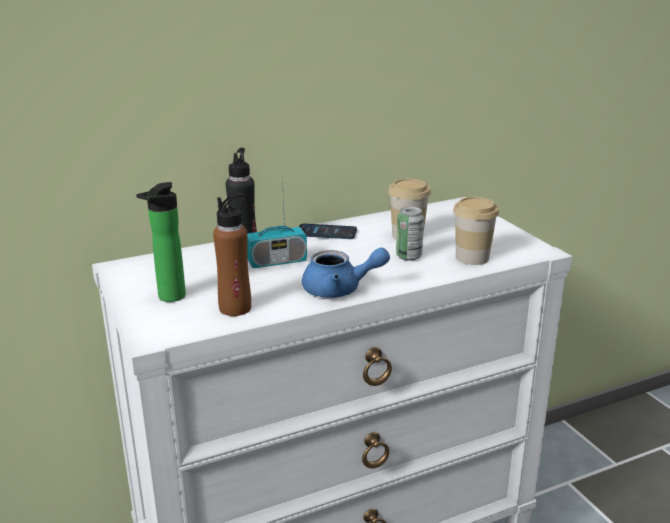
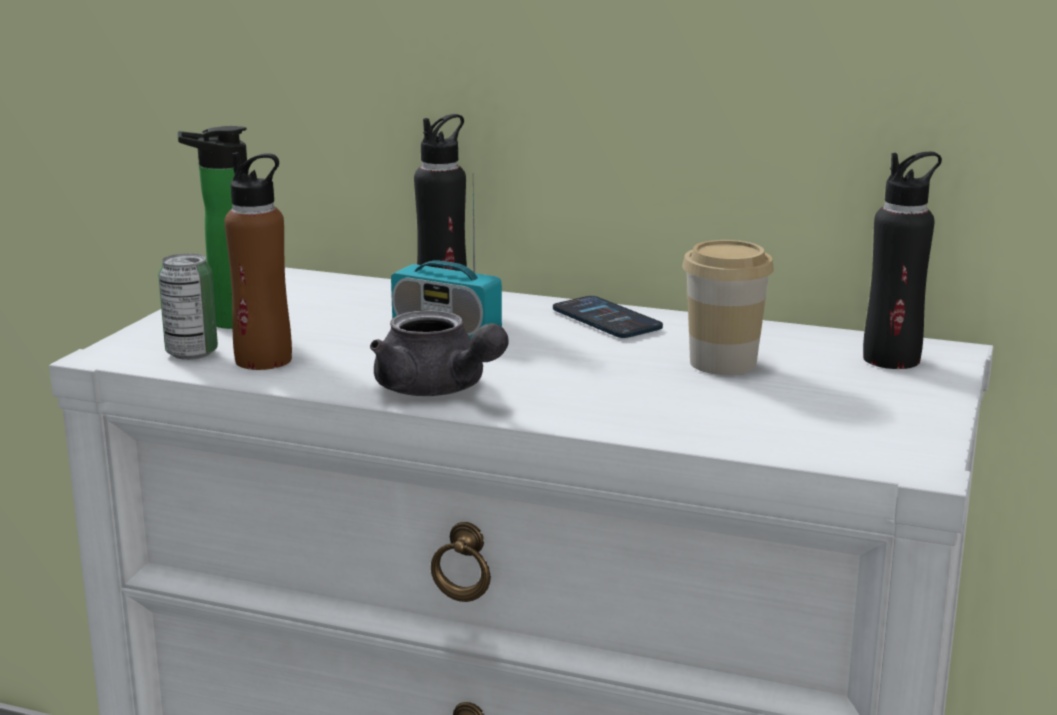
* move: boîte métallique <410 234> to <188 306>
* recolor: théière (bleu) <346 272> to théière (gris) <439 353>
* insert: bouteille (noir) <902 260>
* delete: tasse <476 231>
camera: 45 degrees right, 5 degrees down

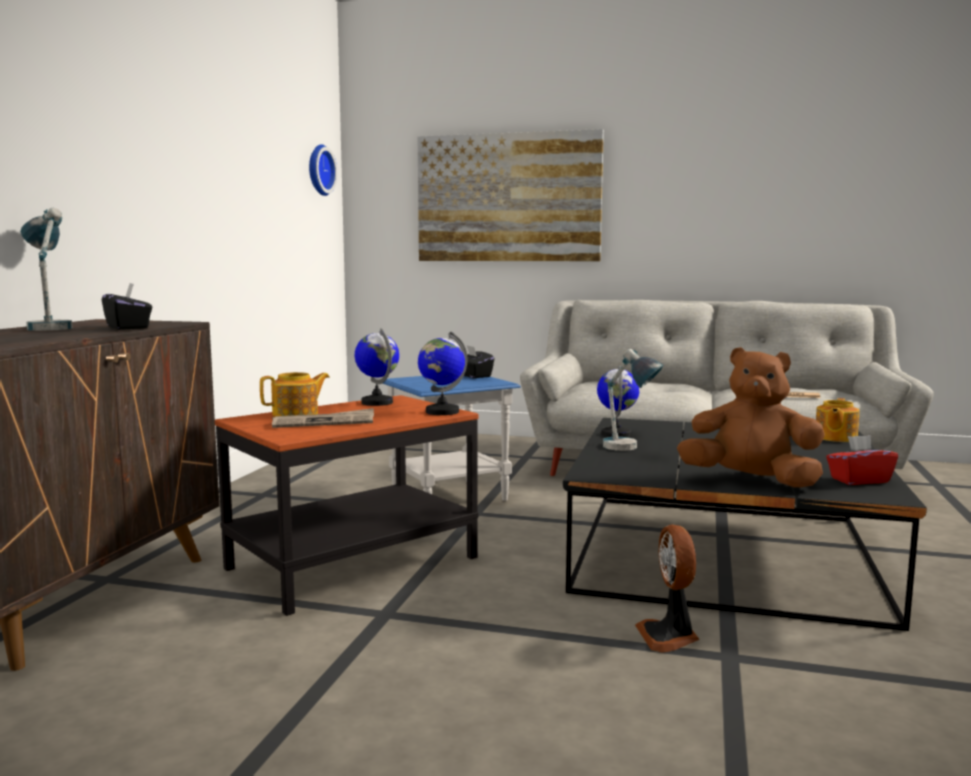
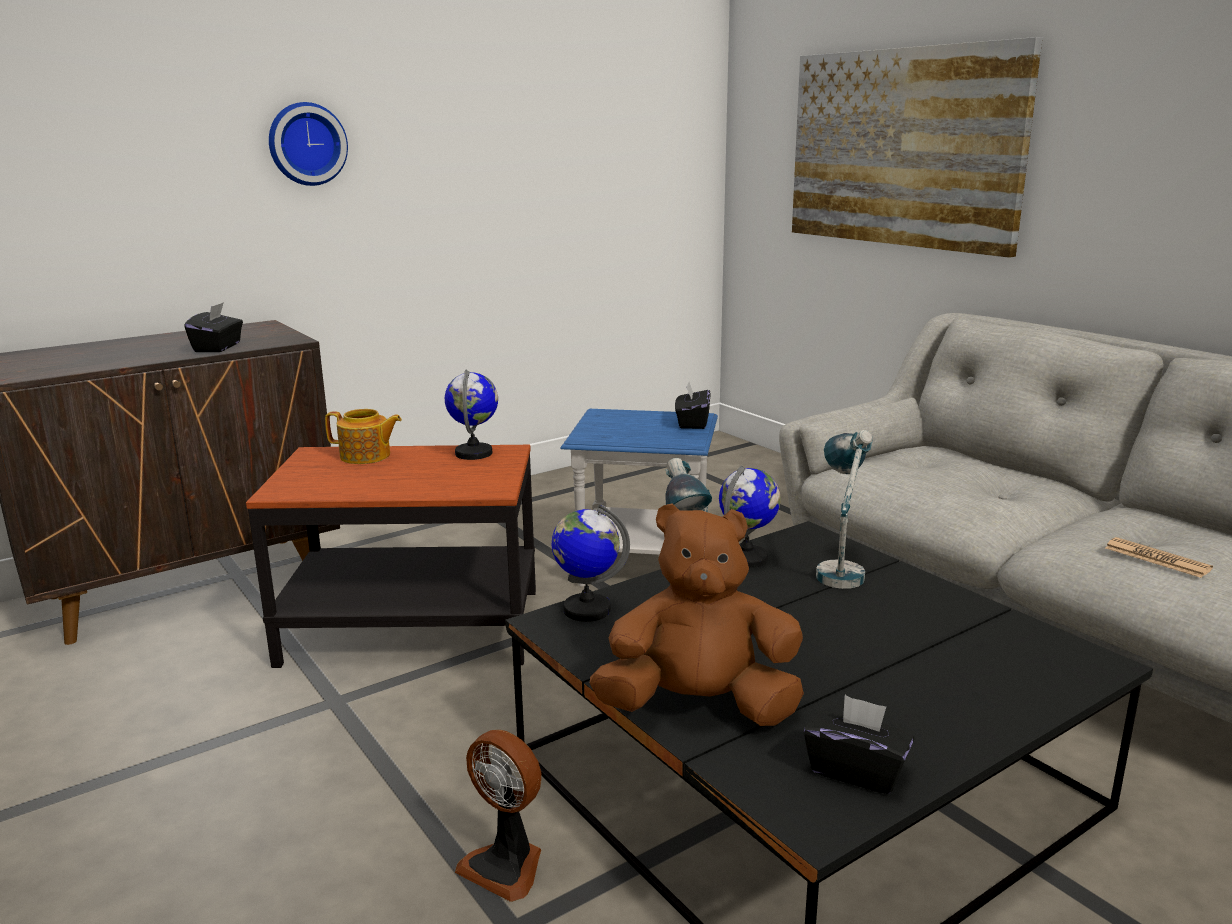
* move: horloge murale <323 170> to <308 144>
* rotate: ventilateur <667 588> = <498 816> 90 degrees counterclockwise
* move: globe <443 373> to <590 563>
* rotate: peluche (marron) <751 417> = <697 615> 60 degrees counterclockwise
* recolor: boîte à mouchoirs (rouge) <862 460> to boîte à mouchoirs (noir) <859 744>
* move: lampe de table <46 269> to <844 509>
* delete: journal <323 418>
* delete: théière <837 420>
camera: 40 degrees right, 10 degrees up

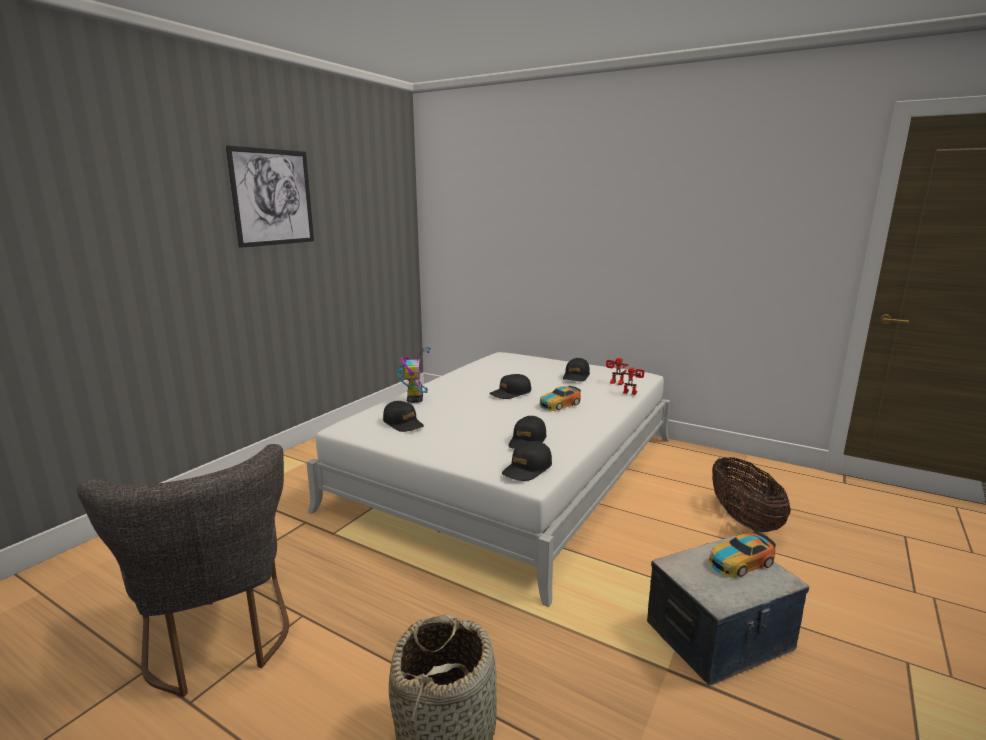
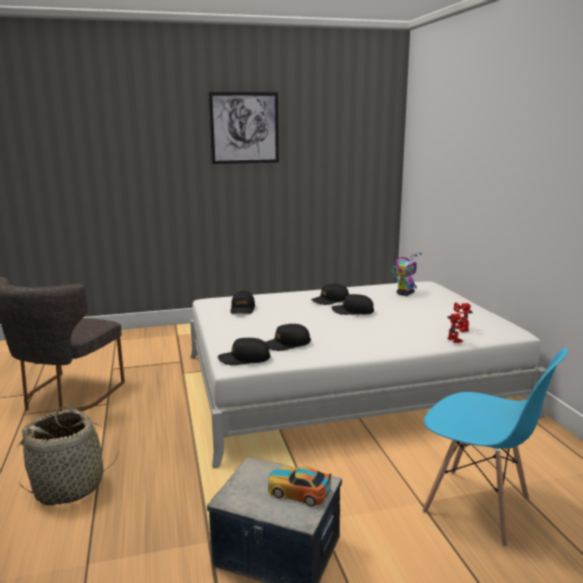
* move: casquette (noir) <576 370> to <330 294>
* move: robot jouet <414 375> to <407 274>
* replace: panier <751 494> to chaise (bleu) <495 447>
* delete: petite voiture <560 398>
camera: 45 degrees right, 0 degrees up

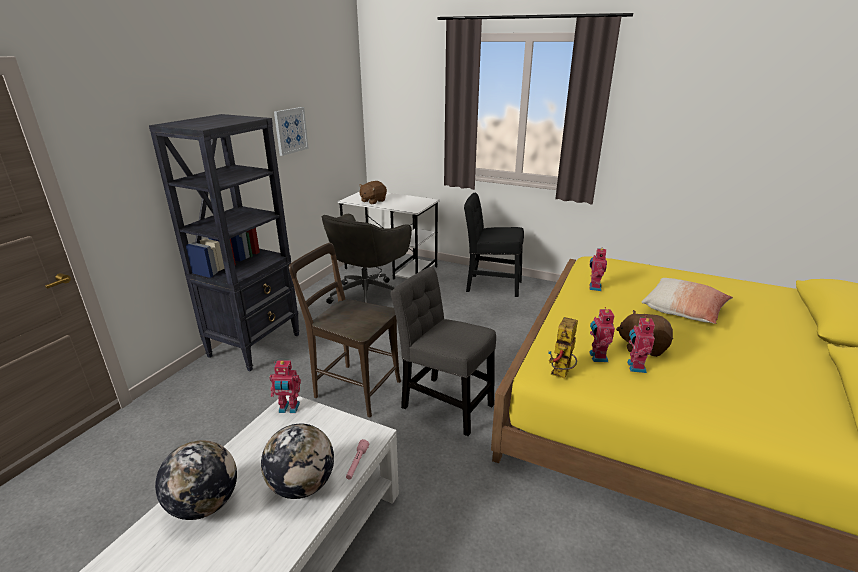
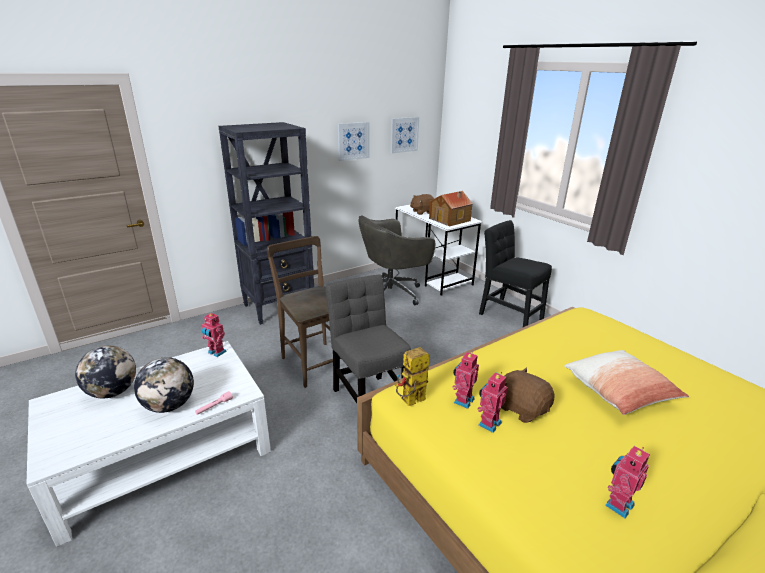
* insert: tableau <404 135>
* insert: maison miniature <451 208>
* move: robot jouet <598 269> to <627 482>
camera: 30 degrees right, 0 degrees up

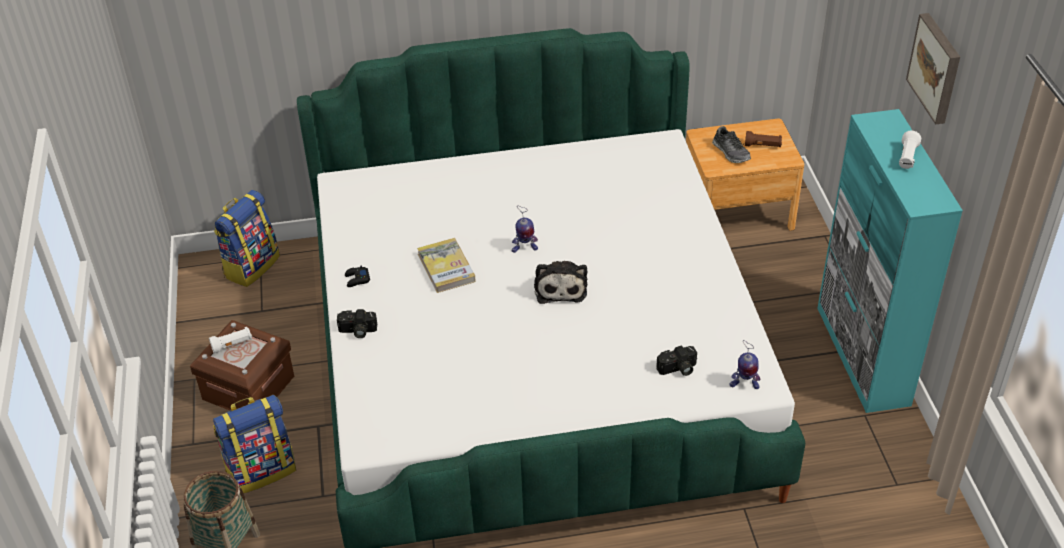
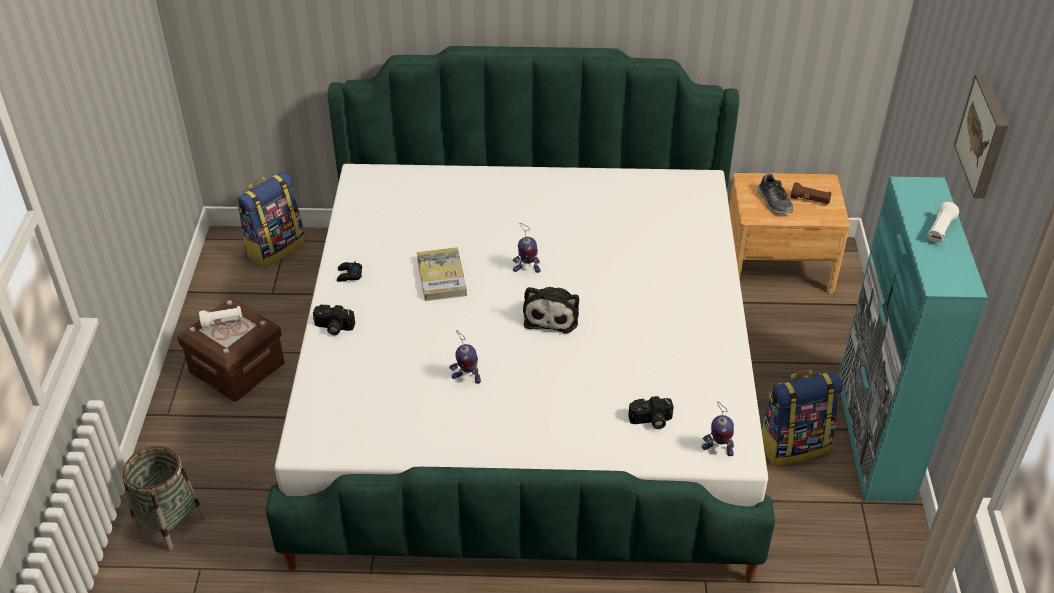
* insert: robot jouet <465 357>
* move: sac à dos <254 444> to <802 418>
camera: 10 degrees right, 0 degrees up

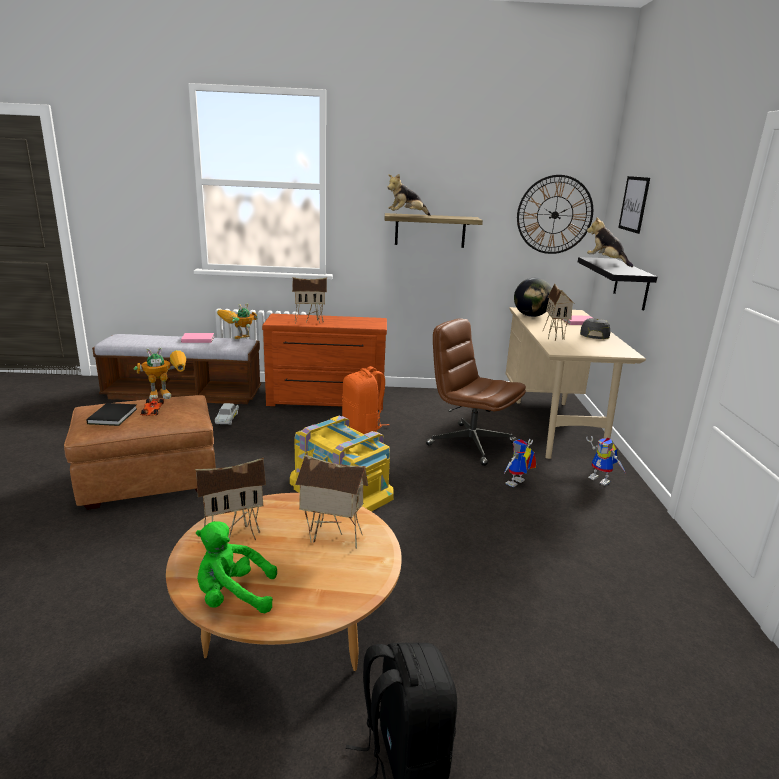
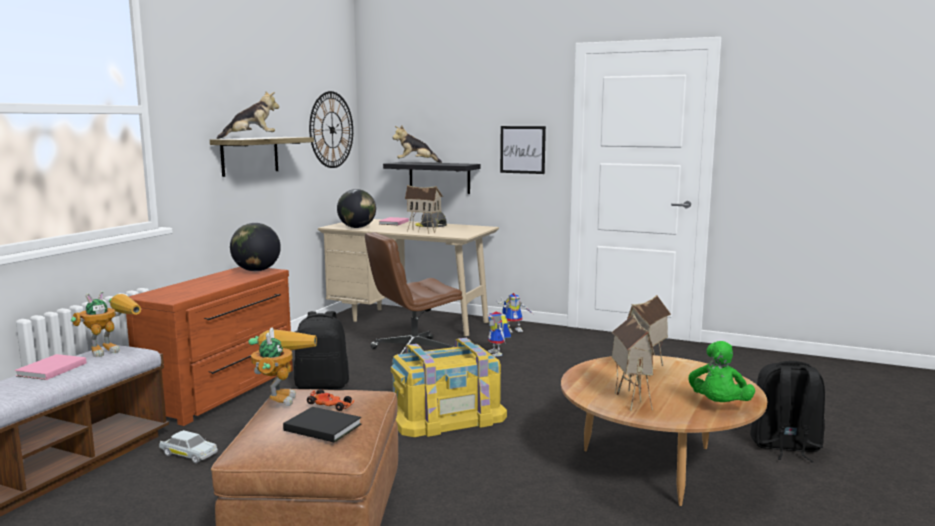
* rotate: robot jouet <237 321> = <106 324> 120 degrees counterclockwise
* rotate: peluche <409 195> = <248 115> 105 degrees counterclockwise
* insert: globe <255 247>
* recolor: sac à dos (orange) <365 400> to sac à dos (noir) <321 350>
* move: tableau <634 205> to <523 150>
* delete: maison miniature <309 300>
camera: 65 degrees left, 10 degrees down

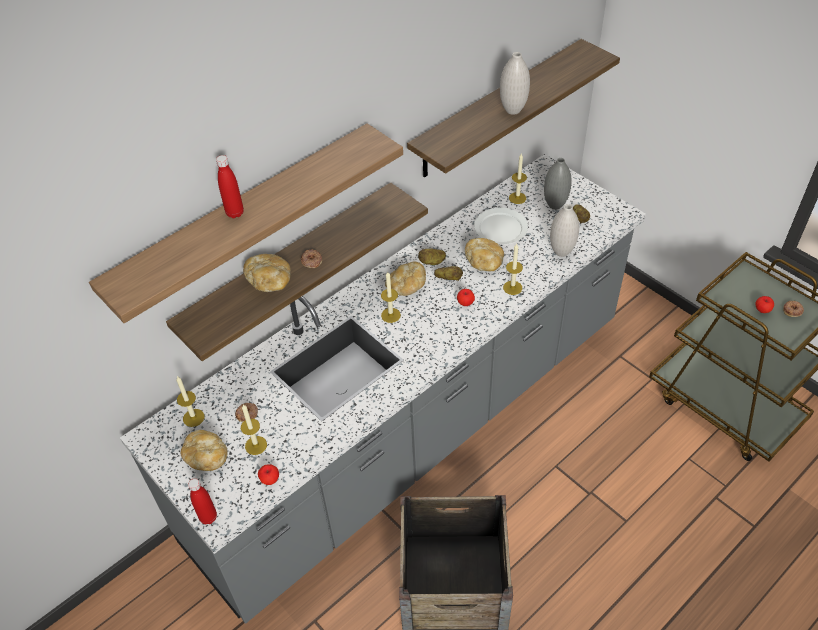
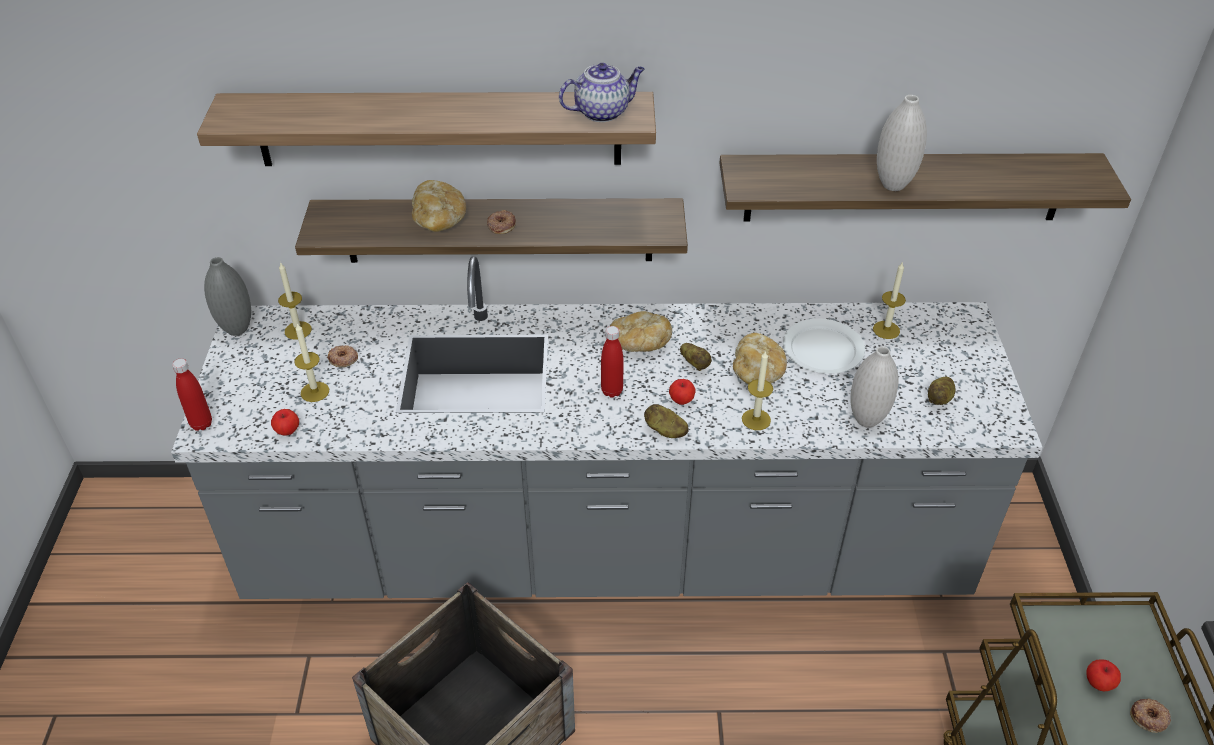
* move: vase (gris) <558 184> to <227 296>
* insert: théière <601 92>
* move: bouteille (rouge) <230 186> to <612 362>
* move: pomme de terre <432 256> to <666 421>
* delete: pain <204 450>
* delete: bougie <391 297>
camera: 40 degrees right, 5 degrees down

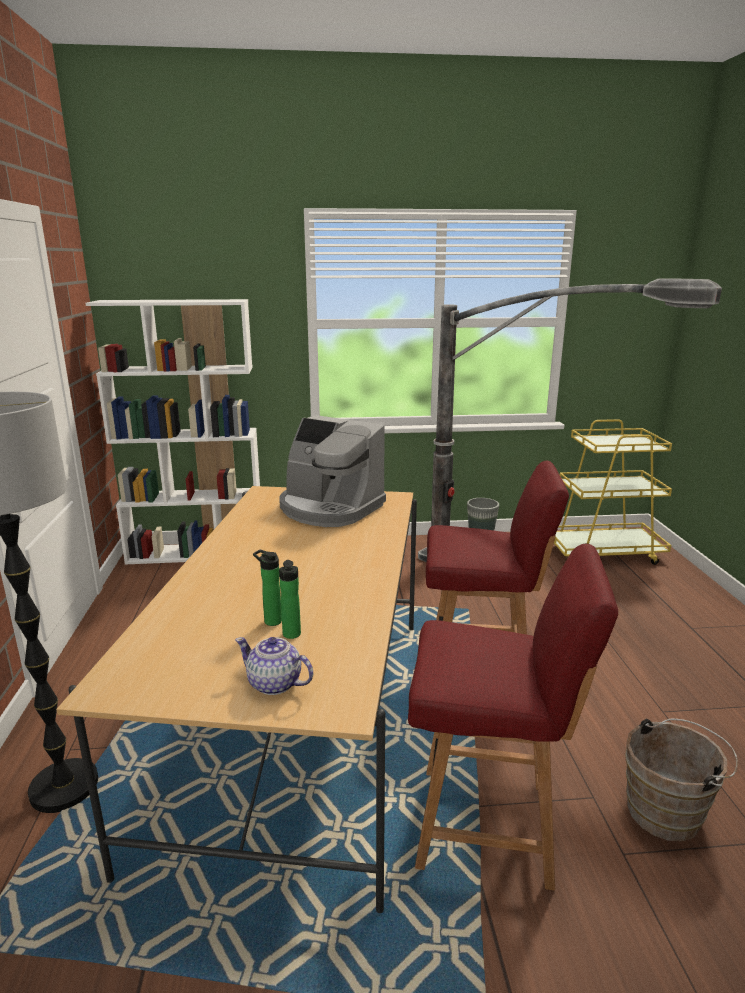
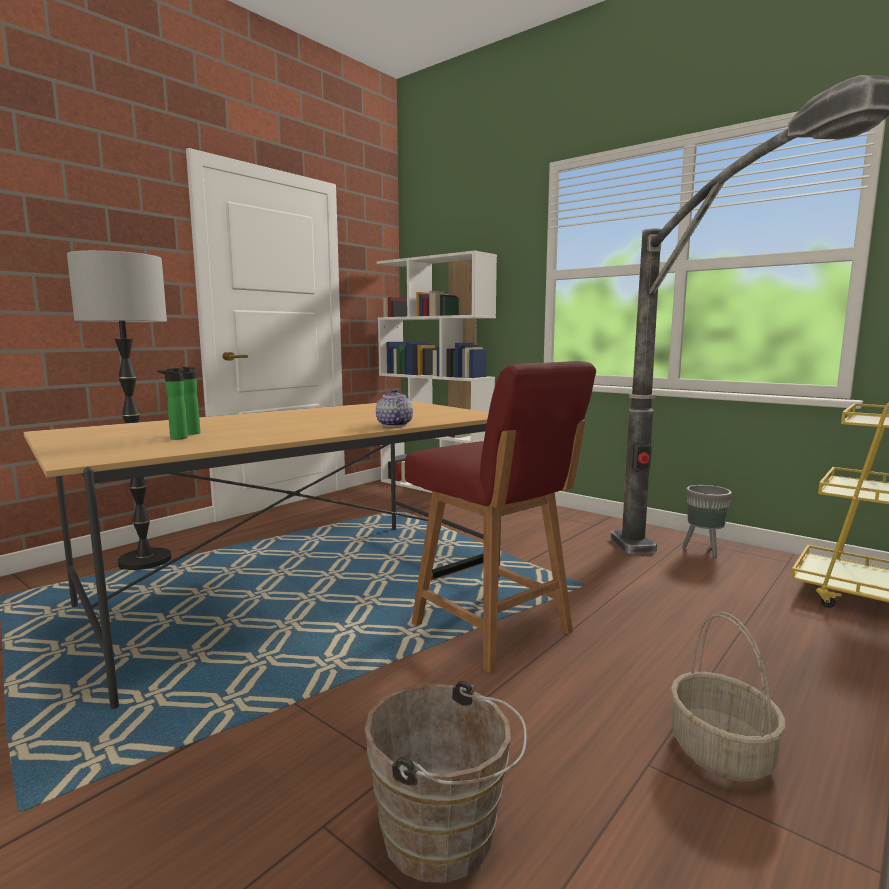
* move: théière <274 666> to <394 408>
* insert: panier <728 697>
* delete: machine à café <333 471>
* delete: chaise (rouge) <513 717>
camera: 45 degrees right, 10 degrees down

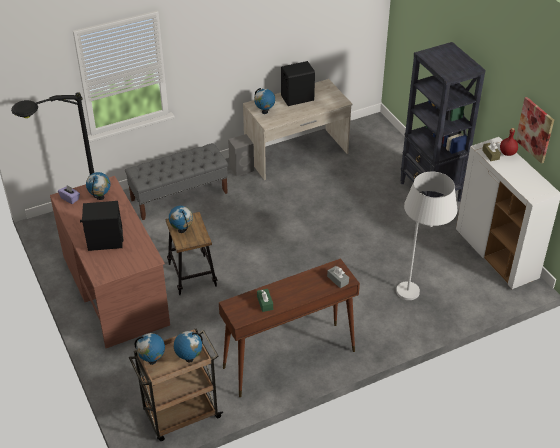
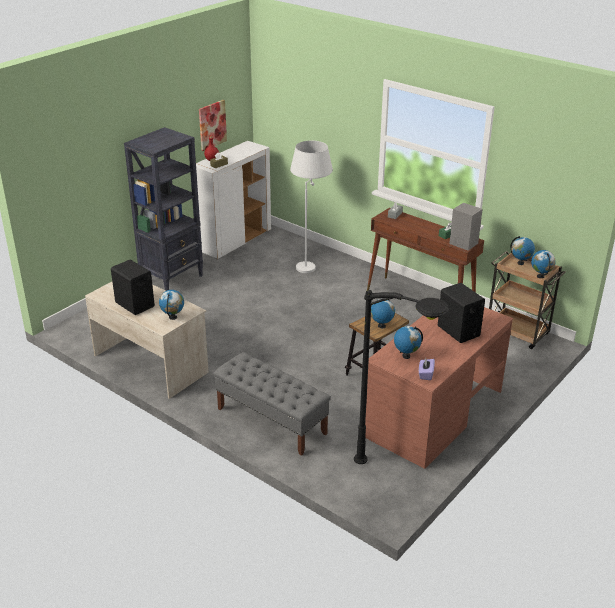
* move: enceinte (gris) <241 155> to <466 227>
camera: 115 degrees left, 10 degrees down

